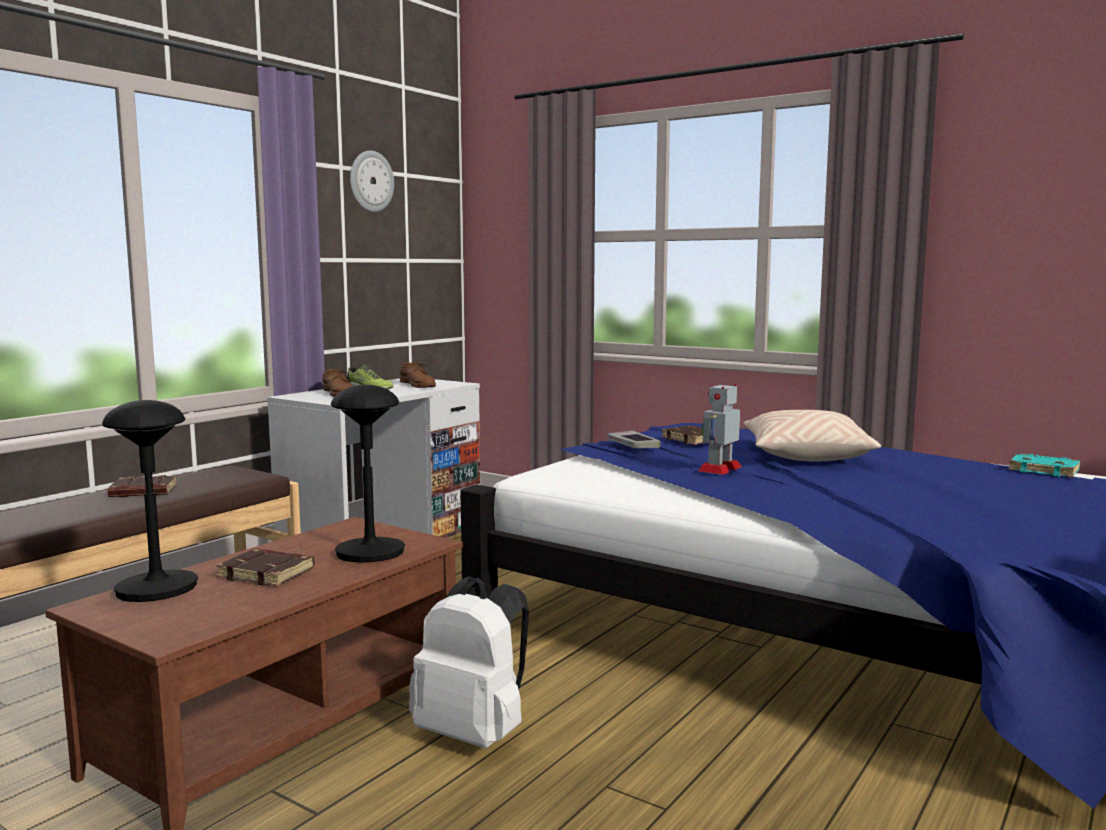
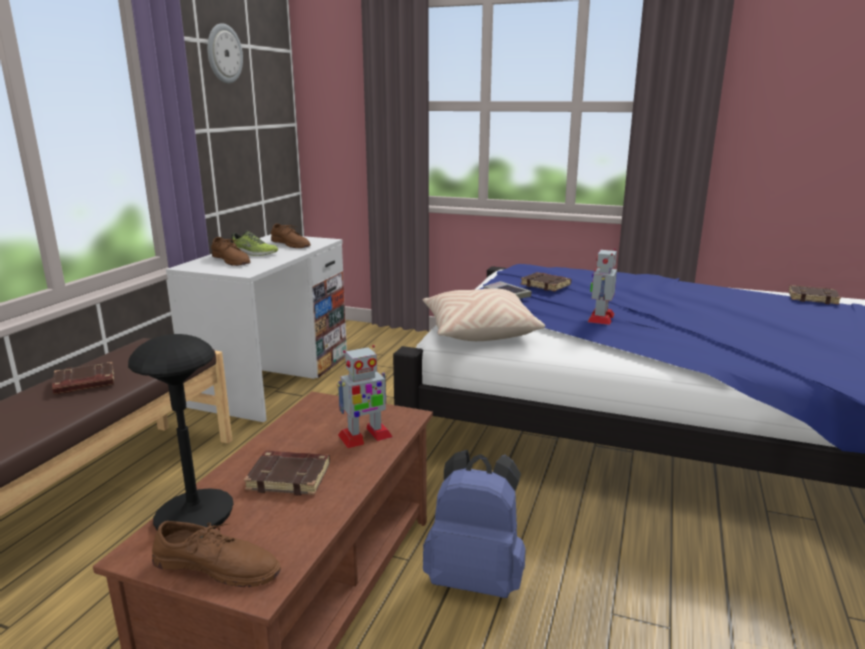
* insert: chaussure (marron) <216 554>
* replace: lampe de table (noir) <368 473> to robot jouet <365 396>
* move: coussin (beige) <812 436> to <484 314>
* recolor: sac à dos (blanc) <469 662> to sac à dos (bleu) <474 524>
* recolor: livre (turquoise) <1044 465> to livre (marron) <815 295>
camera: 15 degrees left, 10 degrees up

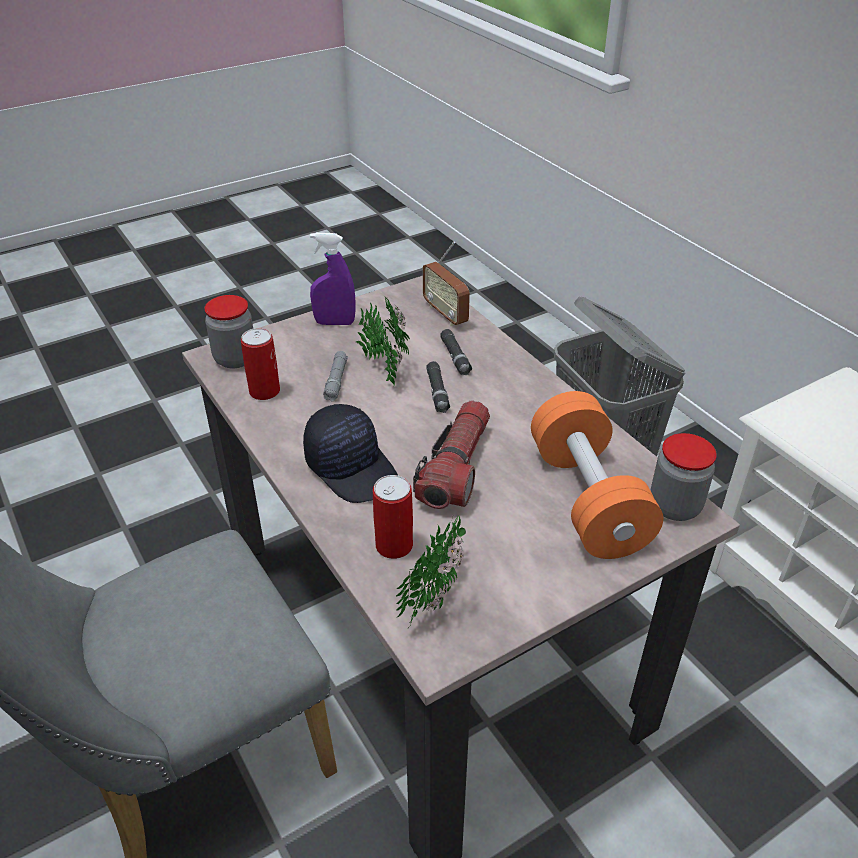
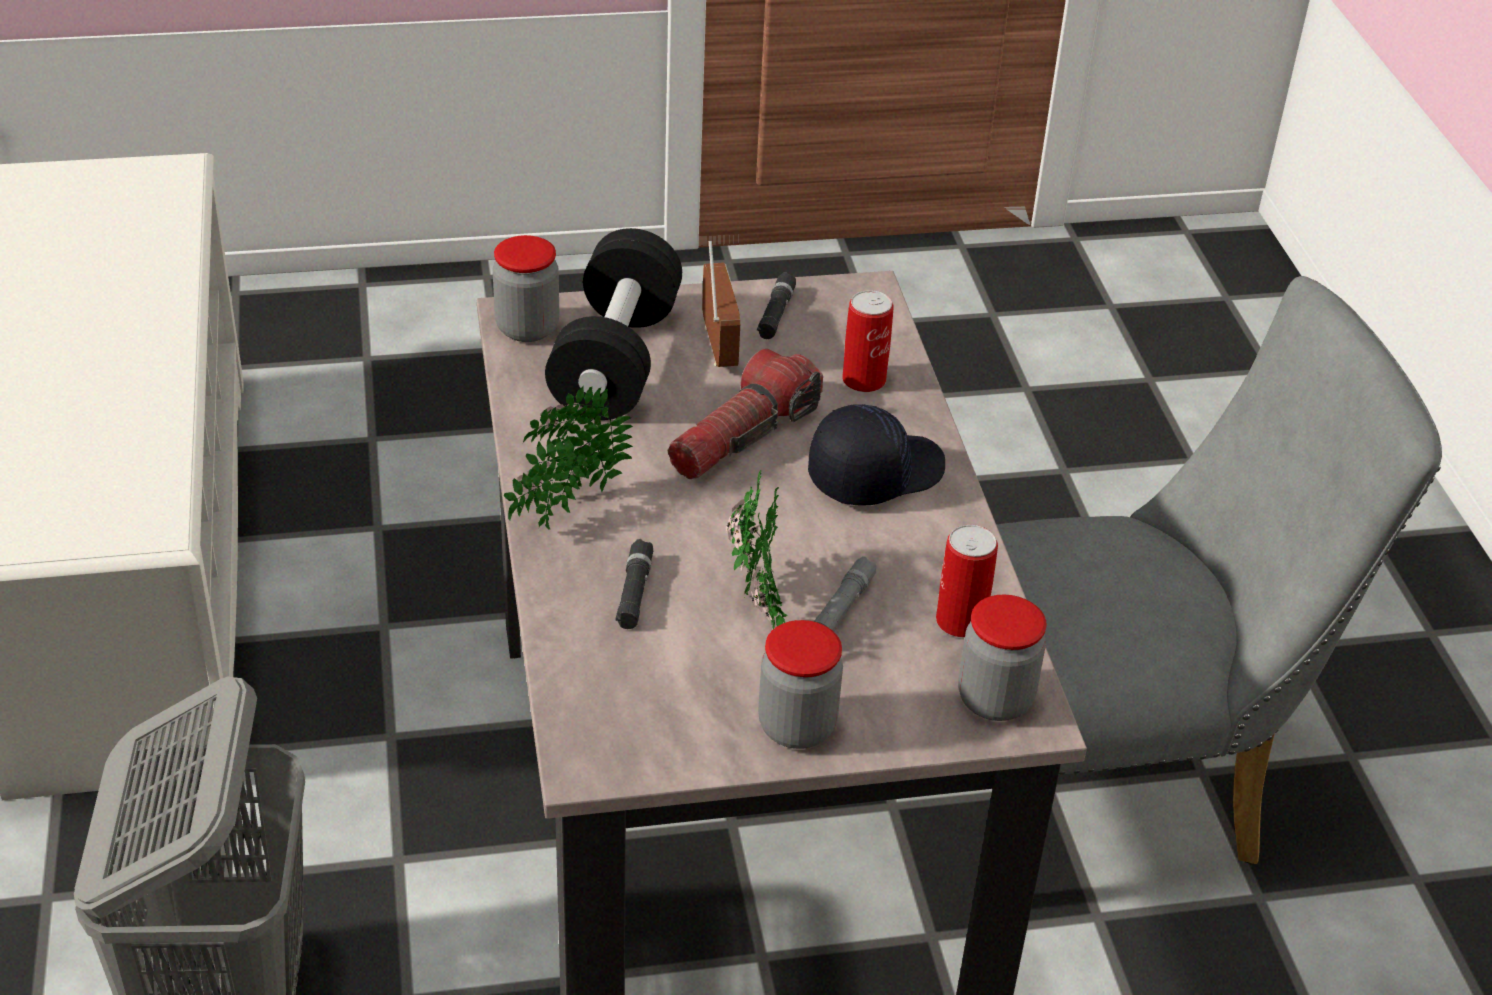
* move: plante en pot <431 571> to <568 457>
* recolor: haltère (orange) <597 475> to haltère (noir) <613 324>
* move: radio <446 283> to <721 304>
* move: lampe de poche (noir) <438 387> to <776 305>
* replace: vaporisateur (violet) <333 279> to bocal <800 684>
* rotate: casquette (noir) <350 453> = <876 455> 75 degrees clockwise
camera: 160 degrees left, 0 degrees up

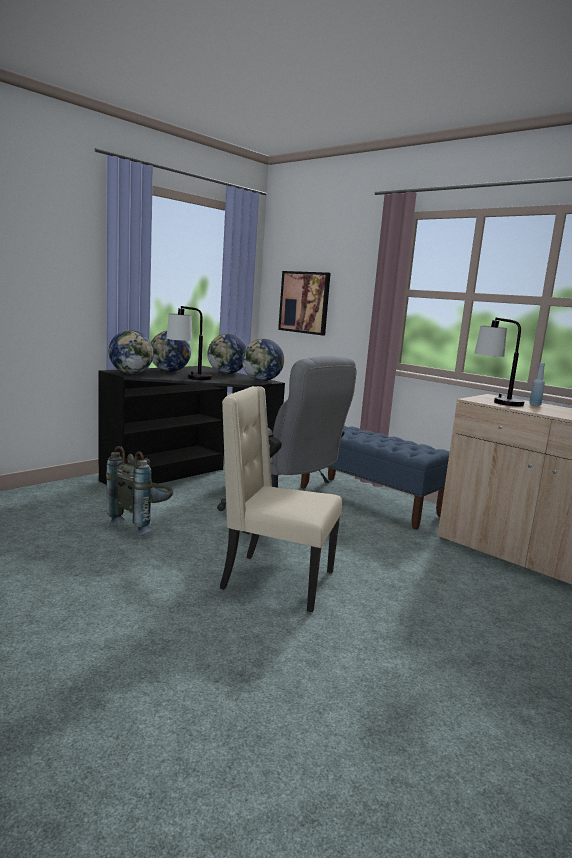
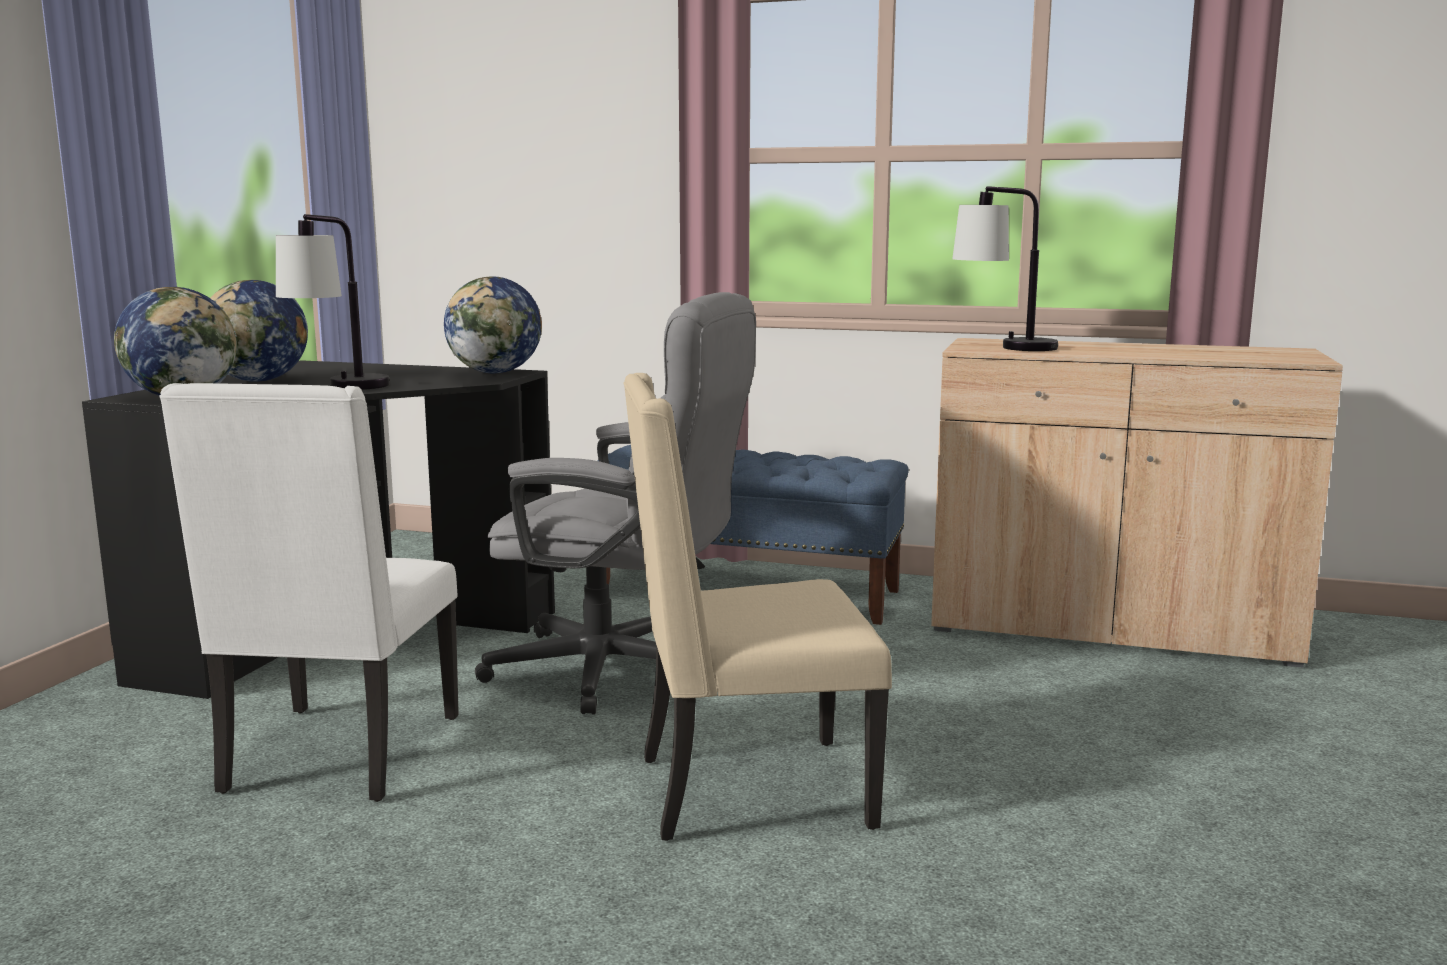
* replace: sac à dos (gris) <139 490> to chaise (blanc) <309 592>
* delete: globe <227 354>
* delete: tableau <304 303>
* delete: bouteille (bleu) <537 384>
camera: 25 degrees left, 0 degrees up

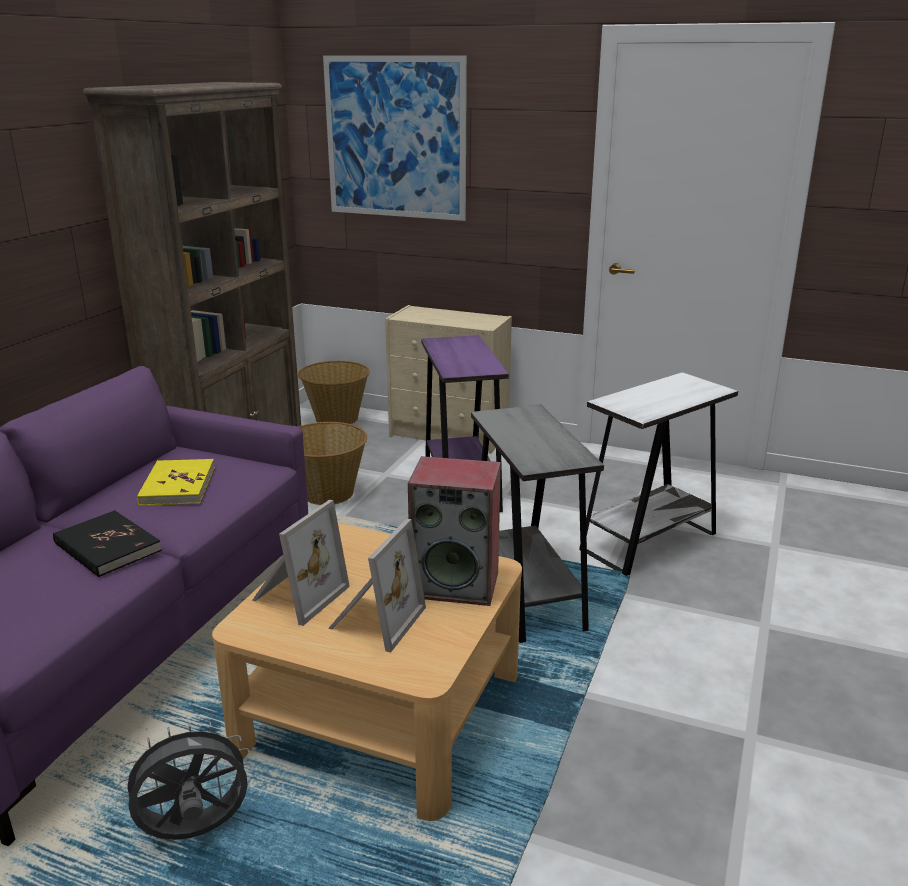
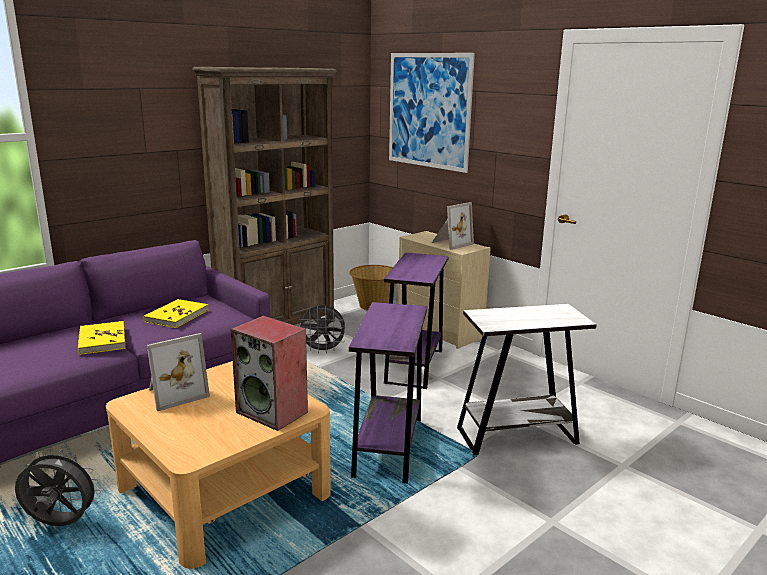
* recolor: livre (noir) <107 543> to livre (jaune) <101 338>
* replace: panier <332 463> to ventilateur (gris) <323 329>
* recolor: table d'appoint (gris) <537 523> to table d'appoint (violet) <388 393>
* move: cadre photo <377 586> to <453 226>
camera: 25 degrees right, 5 degrees down

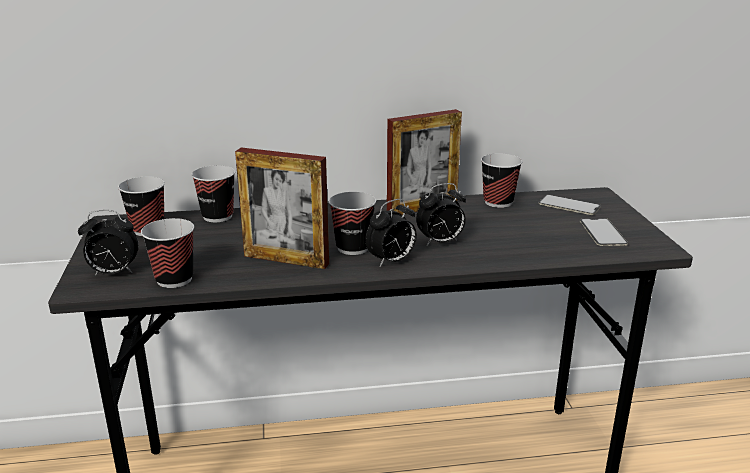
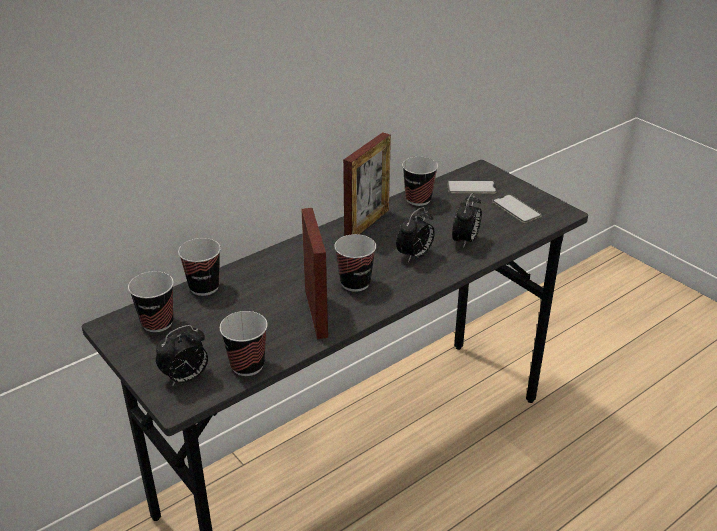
* rotate: cadre photo <282 208> = <314 273> 90 degrees counterclockwise
* move: réveil <391 233> to <467 221>
camera: 30 degrees left, 10 degrees up

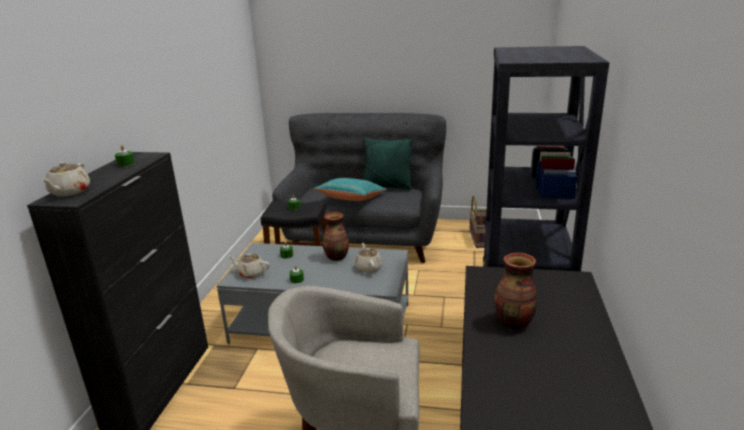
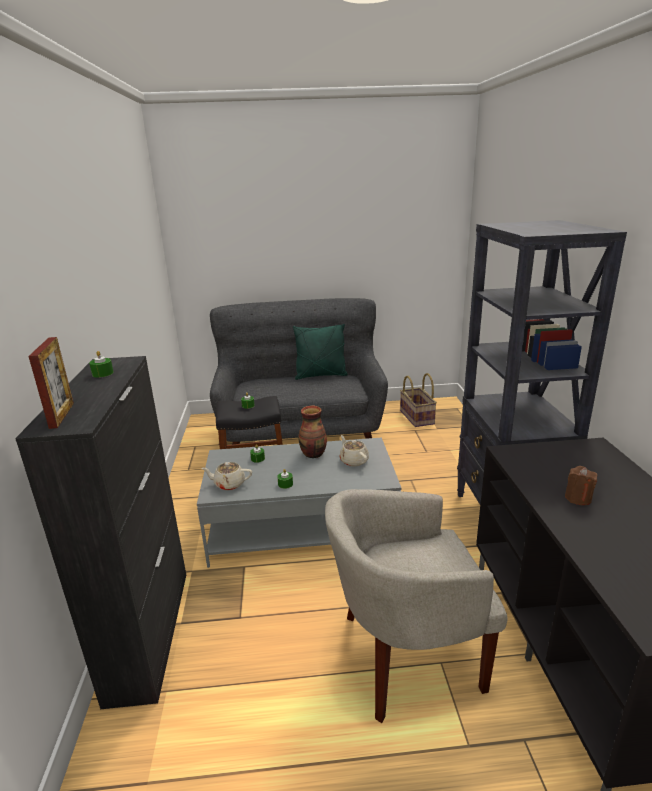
* replace: théière (beige) <65 179> to cadre photo <51 383>
* replace: vase <515 291> to bougie (marron) <581 485>
* delete: coussin (turquoise) <350 189>
camera: 15 degrees left, 0 degrees up

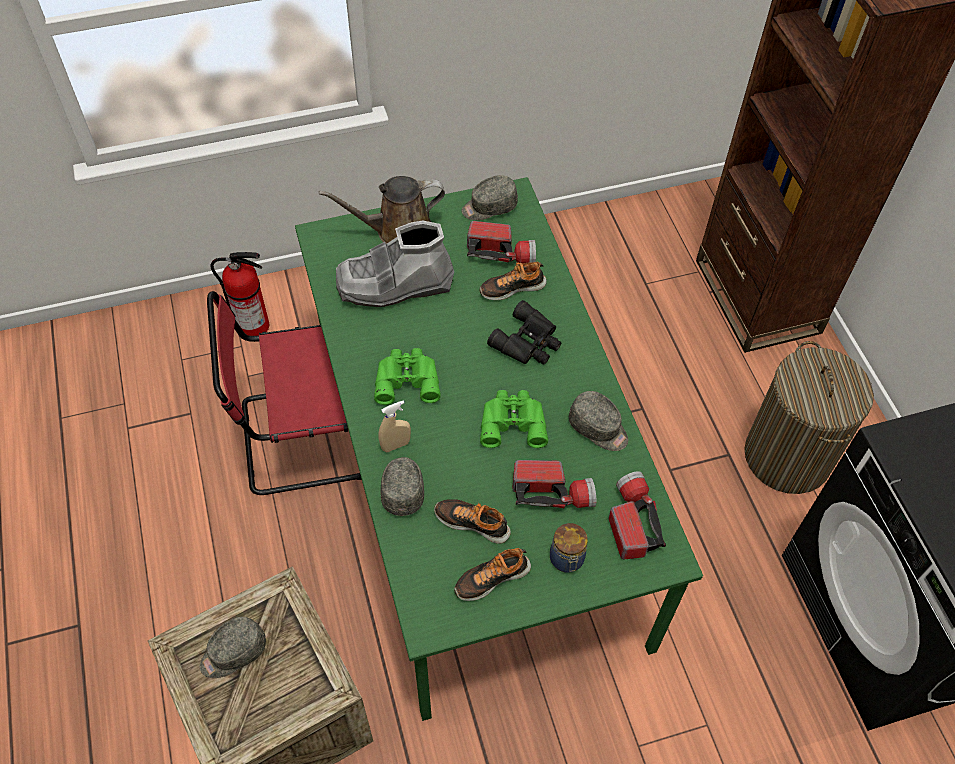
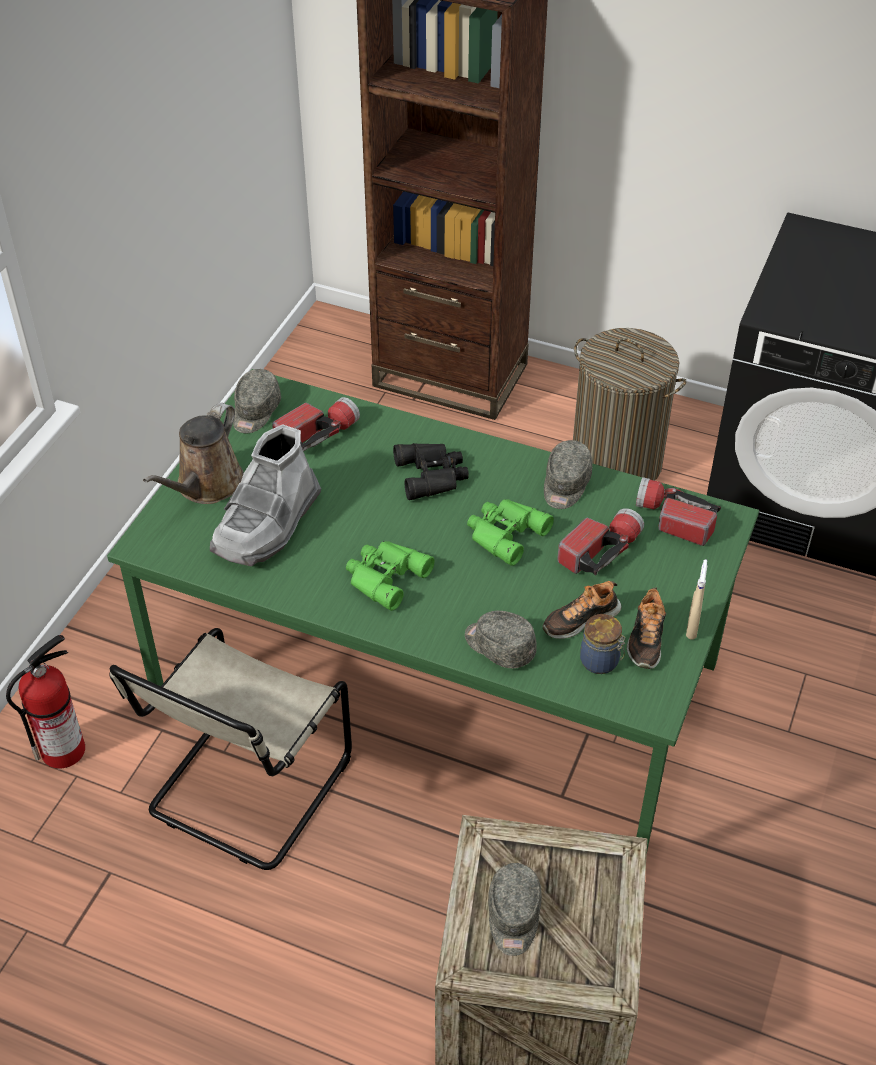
* recolor: chaise (rouge) <284 393> to chaise (beige) <230 749>
* rotate: casquette (gris) <598 421> = <568 474> 120 degrees clockwise
* move: bocal <569 548> to <603 644>
* move: vaporisateur (beige) <394 426> to <696 599>
* delete: chaussure <513 281>
camera: 50 degrees left, 10 degrees down

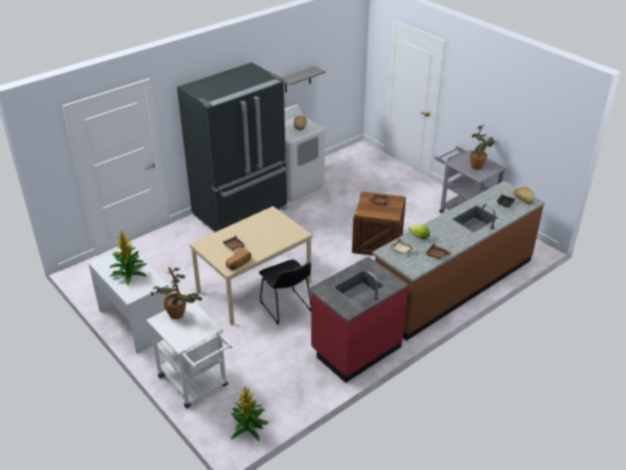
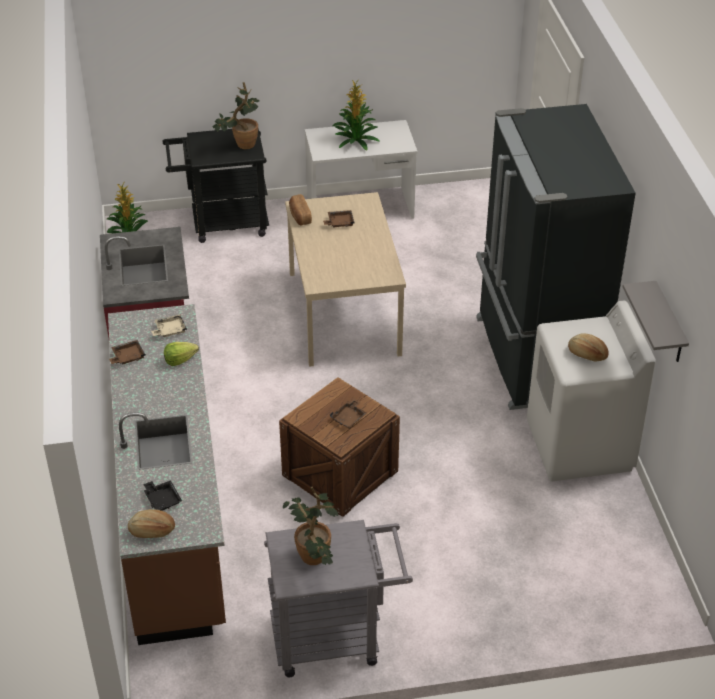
* recolor: chariot (blanc) <189 355> to chariot (noir) <216 186>
* delete: chaise (noir) <285 292>
camera: 120 degrees right, 5 degrees up

